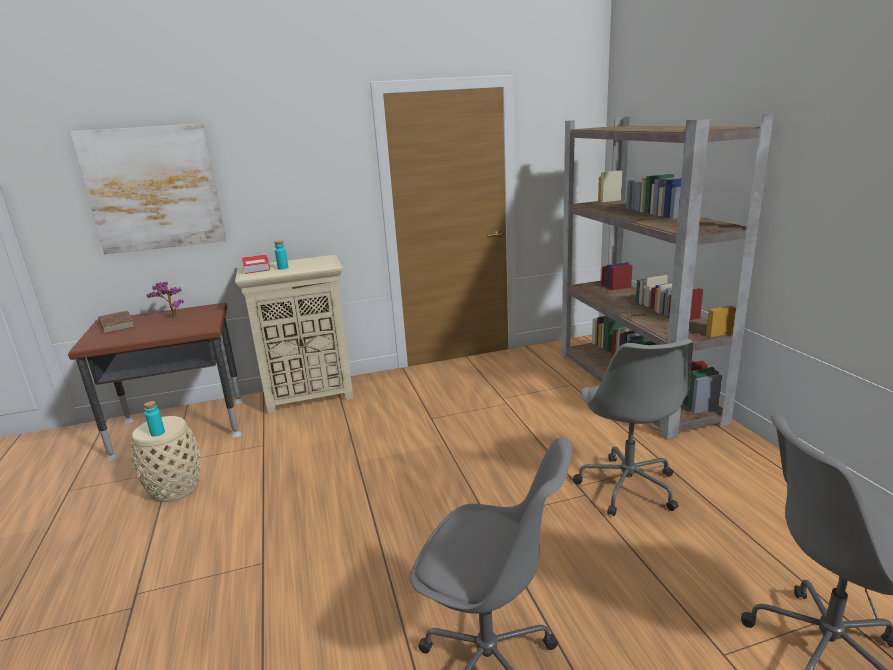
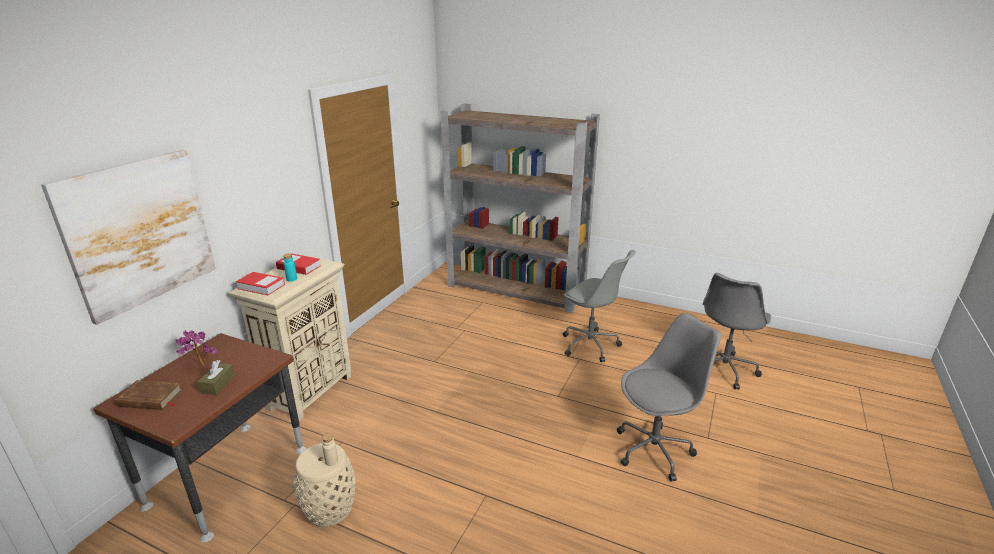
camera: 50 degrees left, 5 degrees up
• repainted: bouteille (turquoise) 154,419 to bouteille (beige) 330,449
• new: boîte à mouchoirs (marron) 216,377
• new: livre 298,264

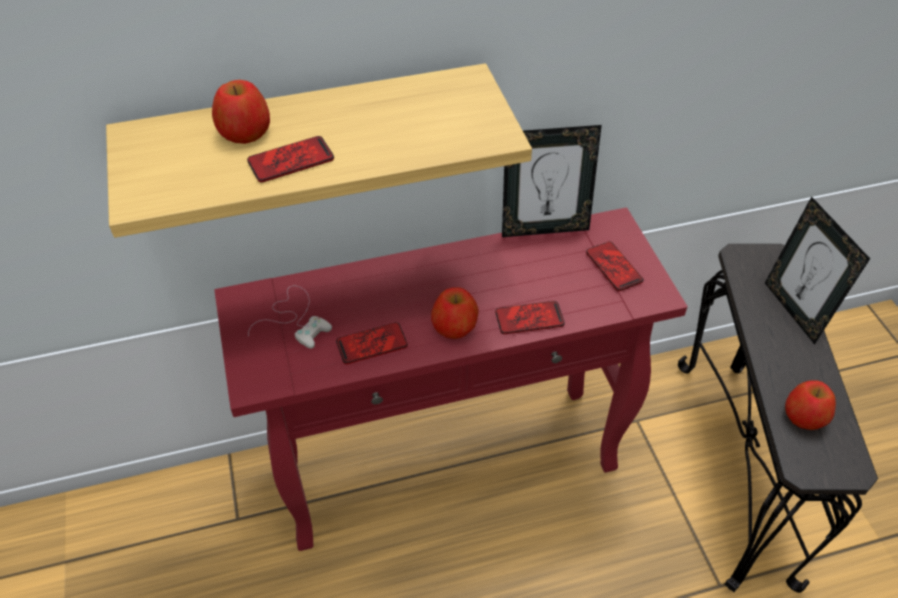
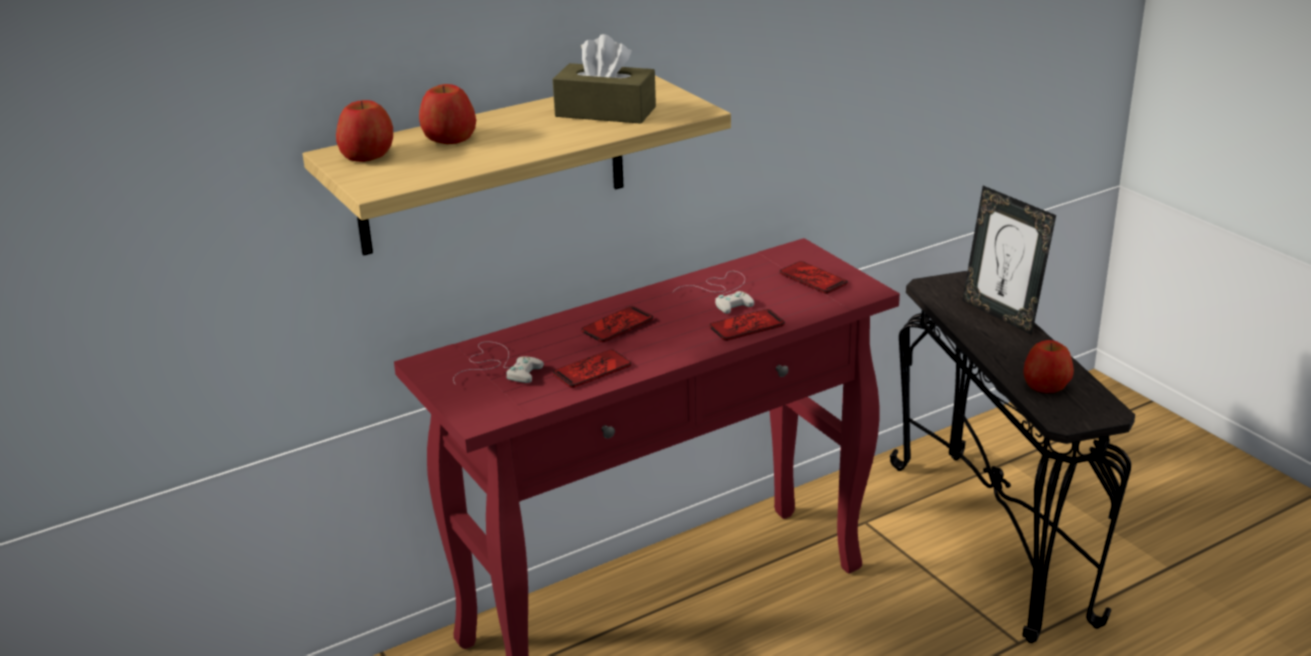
camera: 15 degrees left, 20 degrees down
• shifted: téléphone 290,159 to 617,324
• shifted: pomme 455,313 to 364,131
• gone: cadre photo 552,181
• new: boîte à mouchoirs (marron) 604,79
• new: manette (blanc) 713,292

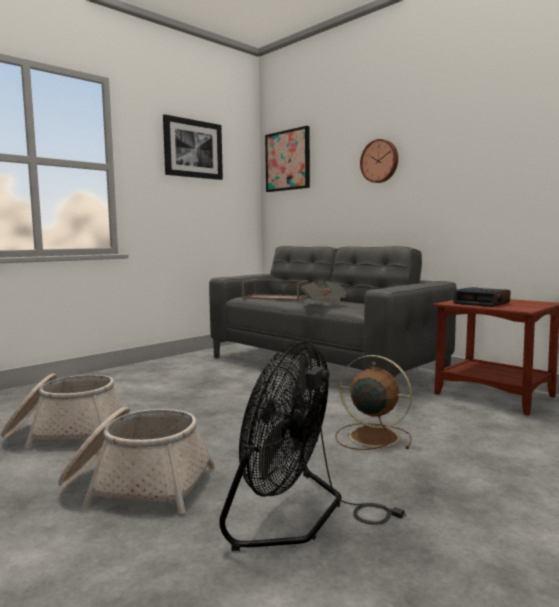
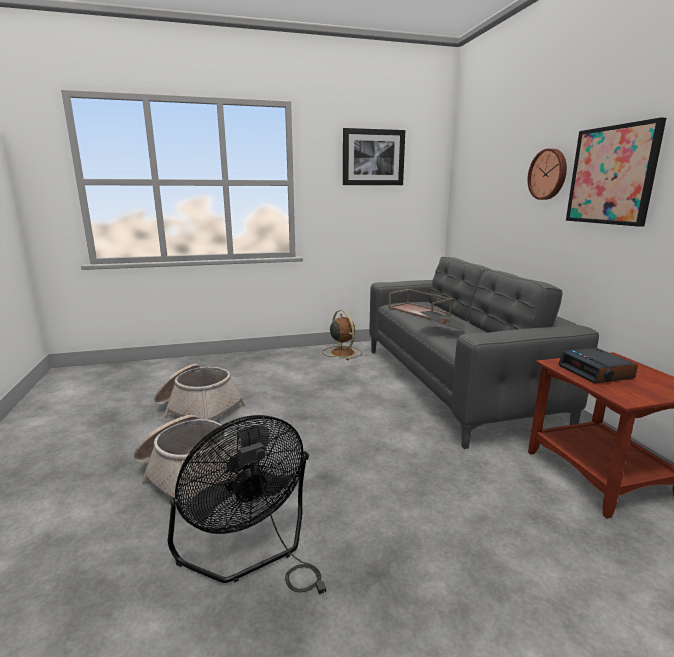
camera: 30 degrees right, 10 degrees up
• shifted: tableau 287,159 to 616,172
• shifted: ventilateur (marron) 373,402 to 342,335

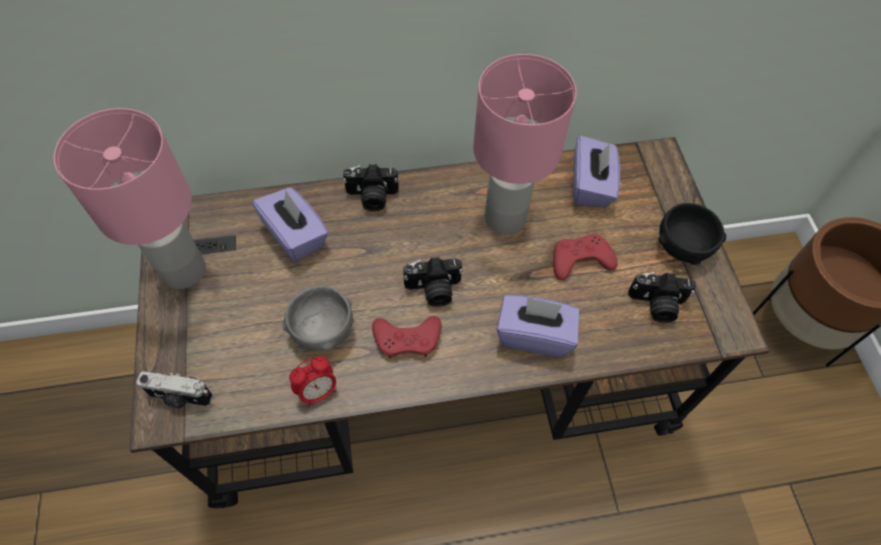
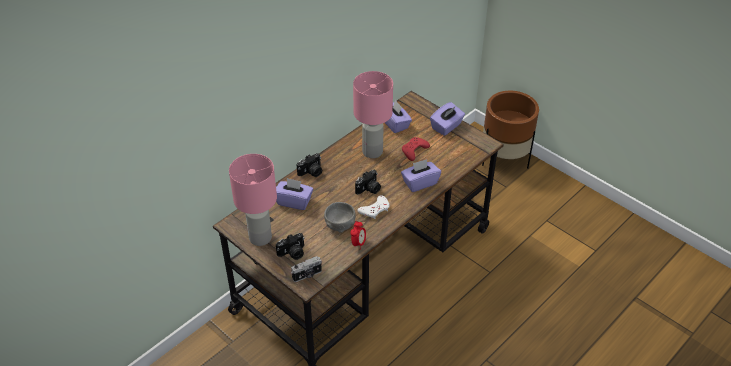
camera: 35 degrees left, 15 degrees down
• repainted: manette (rouge) 406,337 to manette (blanc) 373,207
• shifted: appareil photo 662,297 to 290,246
• swapped: bol (noir) 692,234 to boîte à mouchoirs (violet) 447,119

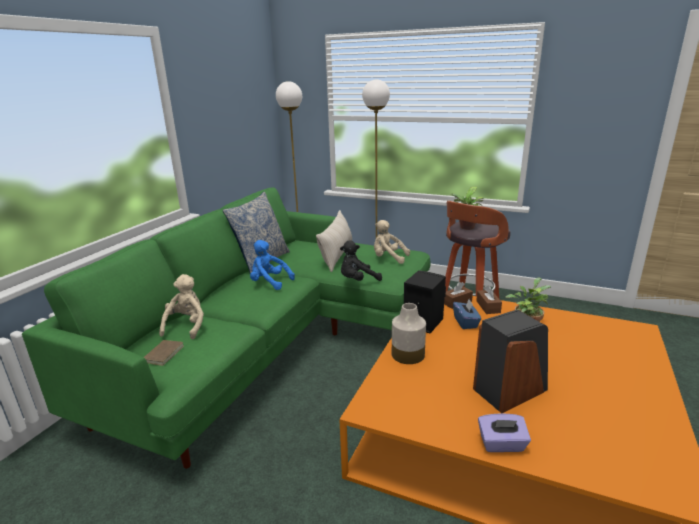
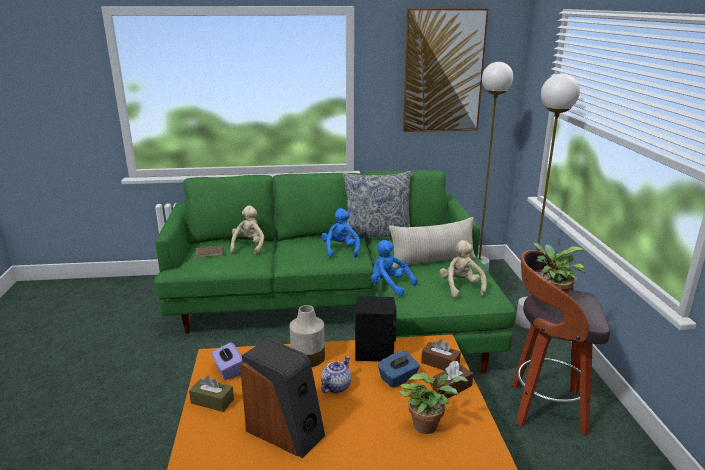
camera: 60 degrees right, 0 degrees up
• rotated: peluche (beige) 181,306 = 247,230 60 degrees counterclockwise
• repainted: peluche (noir) 361,260 to peluche (bleu) 394,268
• shifted: boîte à mouchoirs (violet) 504,432 to 227,361
• new: boîte à mouchoirs (marron) 211,394
• new: théière 336,374
• new: tableau 446,70

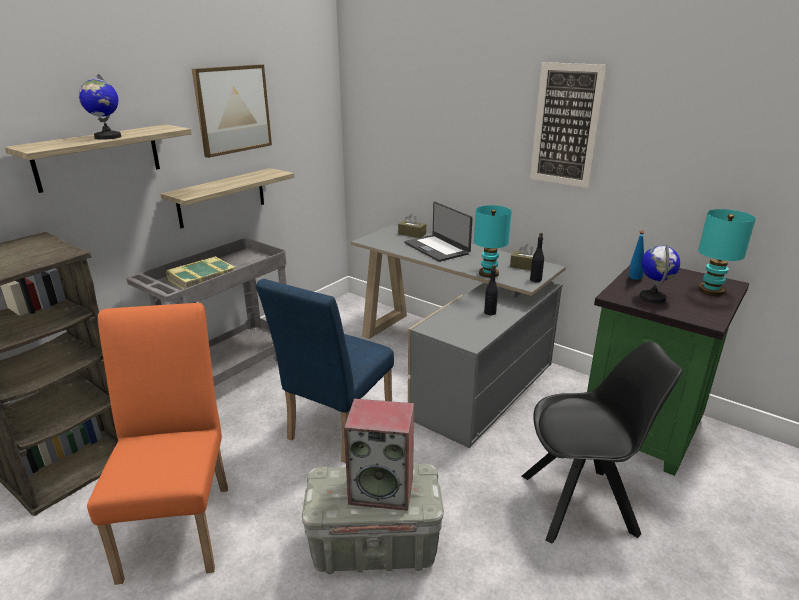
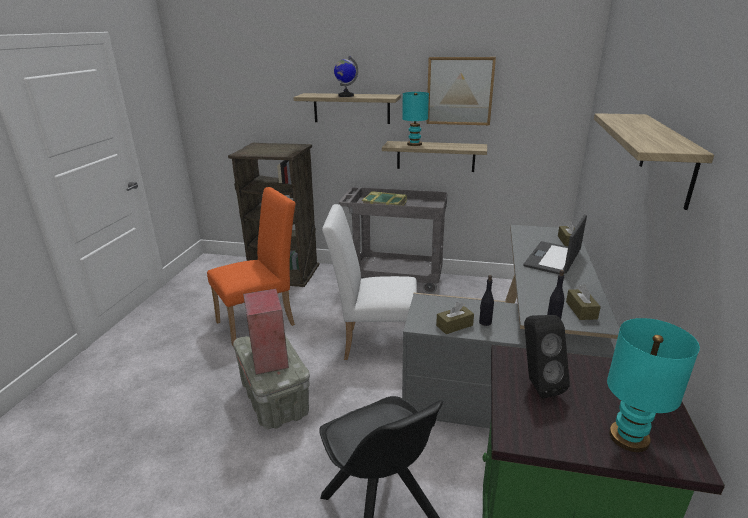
camera: 65 degrees right, 0 degrees up
• repainted: chaise (bleu) 325,371 to chaise (blanc) 369,282
• shifted: lampe de table (turquoise) 493,241 to 415,119
• swapped: tableau 568,125 to étagère 654,161
• gone: bouteille (bleu) 636,255
• swapped: globe 659,274 to enceinte (noir) 547,357
• new: boîte à mouchoirs (marron) 455,318

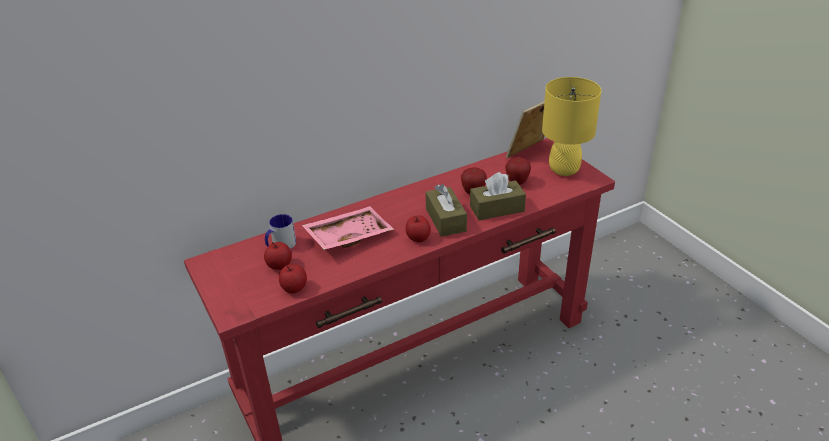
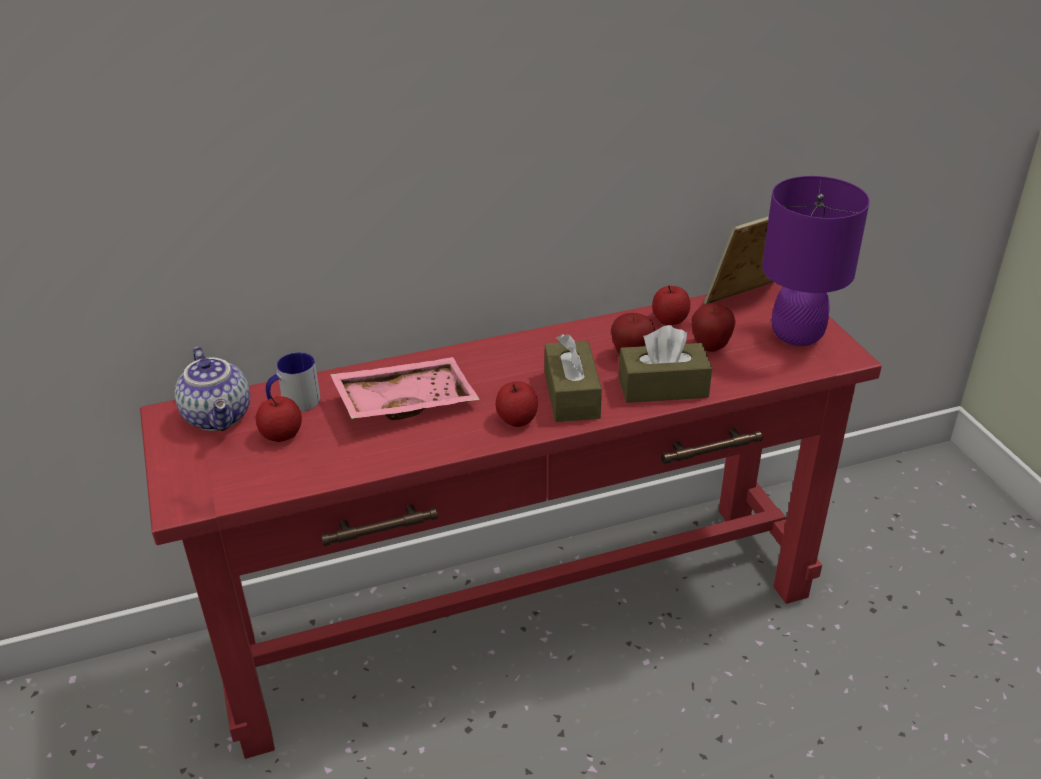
camera: 10 degrees right, 0 degrees up
• shifted: pomme 293,279 to 671,305
• repainted: lampe de table (jaune) 571,126 to lampe de table (violet) 816,261
• new: théière 212,389

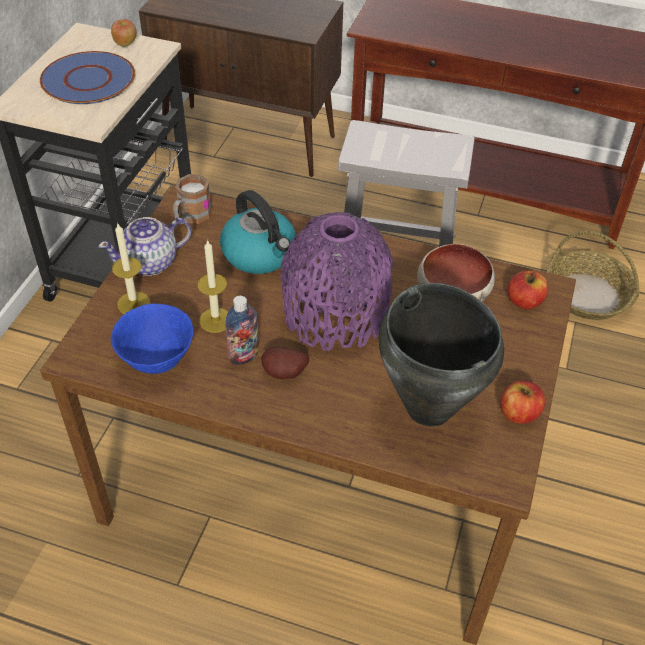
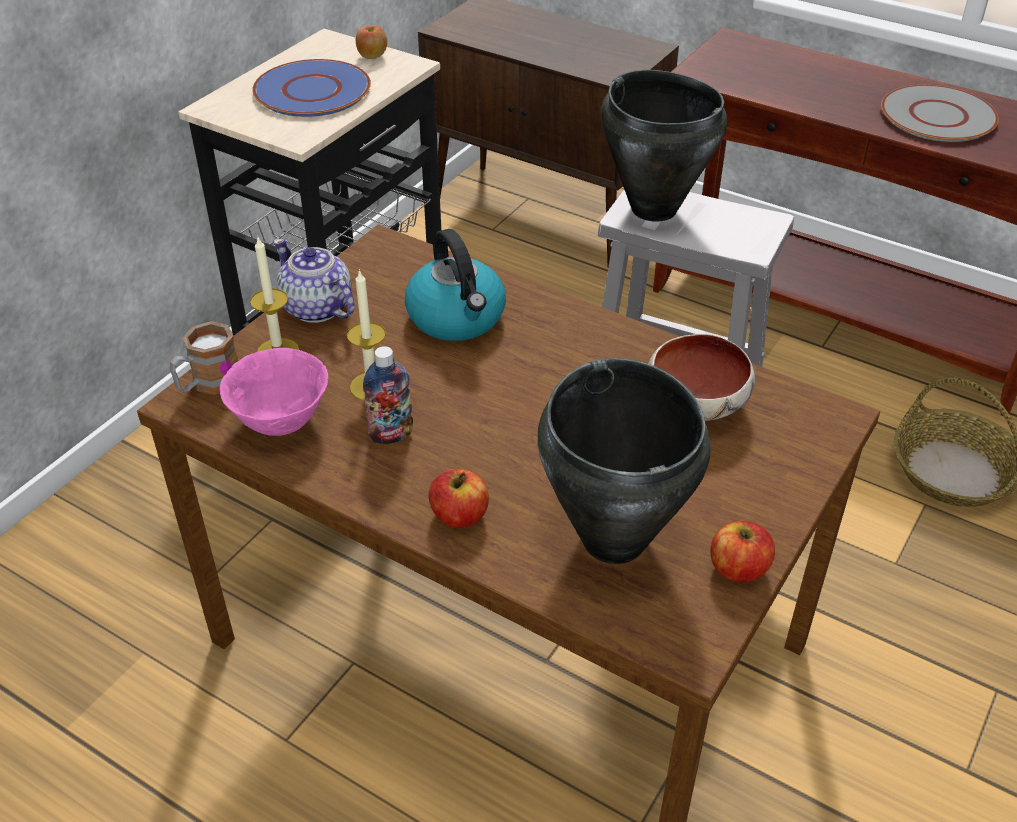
camera: 15 degrees right, 5 degrees down
• rotated: théière 144,246 = 314,281 60 degrees clockwise
• repainted: bol (bleu) 152,339 to bol (rose) 274,392
• shifted: mug 192,199 to 204,358
• gone: pomme de terre 285,363
• gone: vase (violet) 337,281
• shifted: pomme 528,290 to 459,498
• new: marmite (noir) 664,146
• new: assiette (gris) 940,113

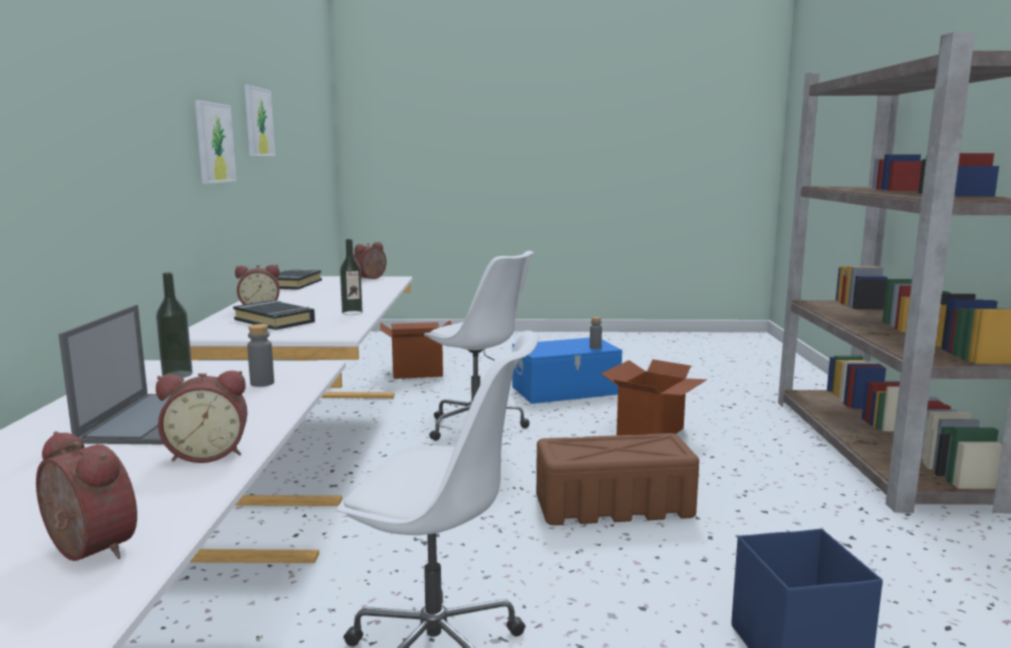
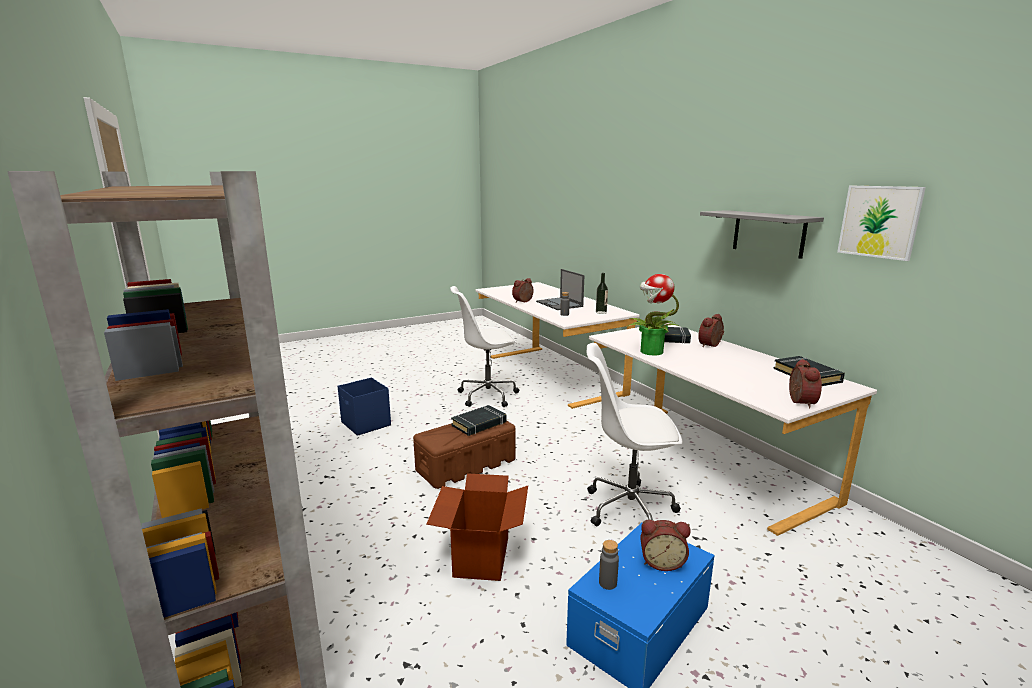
camera: 150 degrees right, 5 degrees up
• shifted: réveil 86,496 to 665,545
• swapped: tableau 215,142 to étagère (gris) 762,234
• swapped: bouteille 351,277 to plante en pot 653,315
• gone: carton 416,349
• new: livre (noir) 479,420

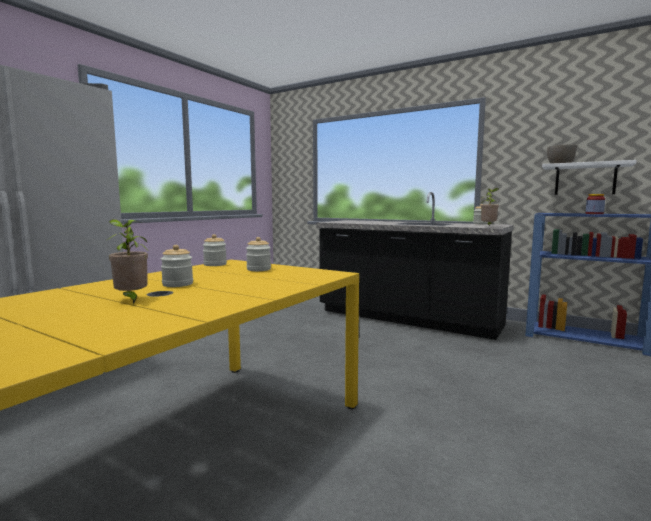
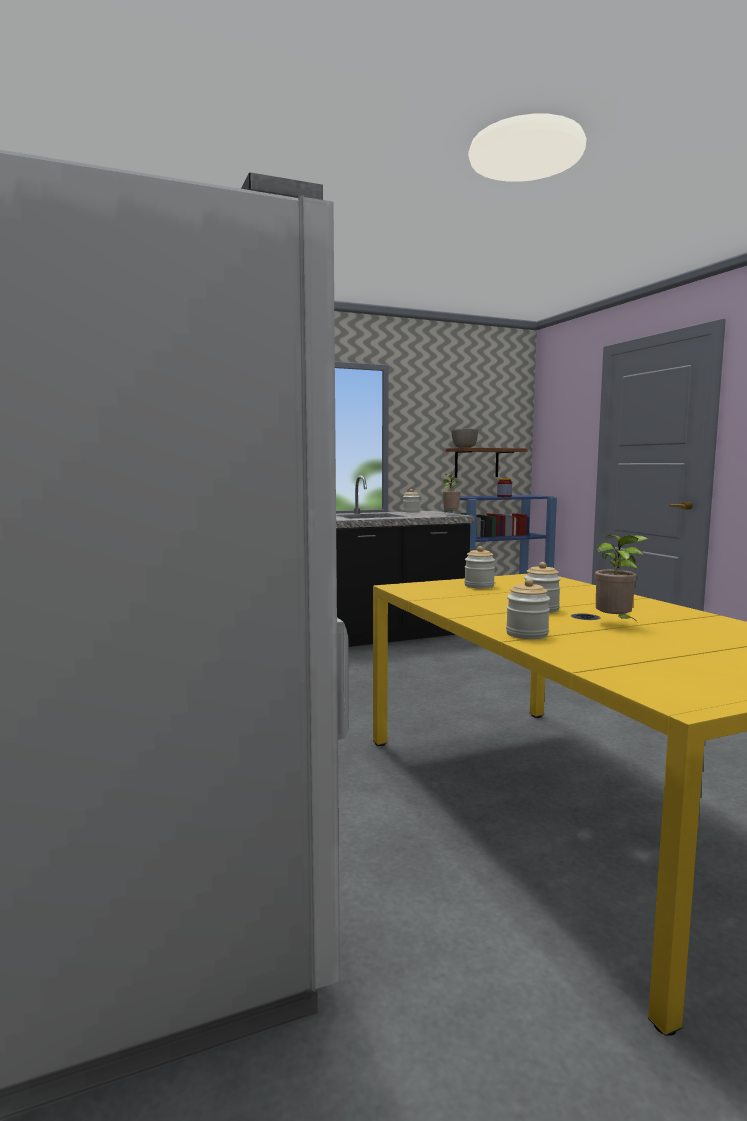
camera: 55 degrees left, 0 degrees up
• shifted: bocal 215,250 to 528,609
• repainted: étagère (blanc) 589,177 to étagère (marron) 487,463

